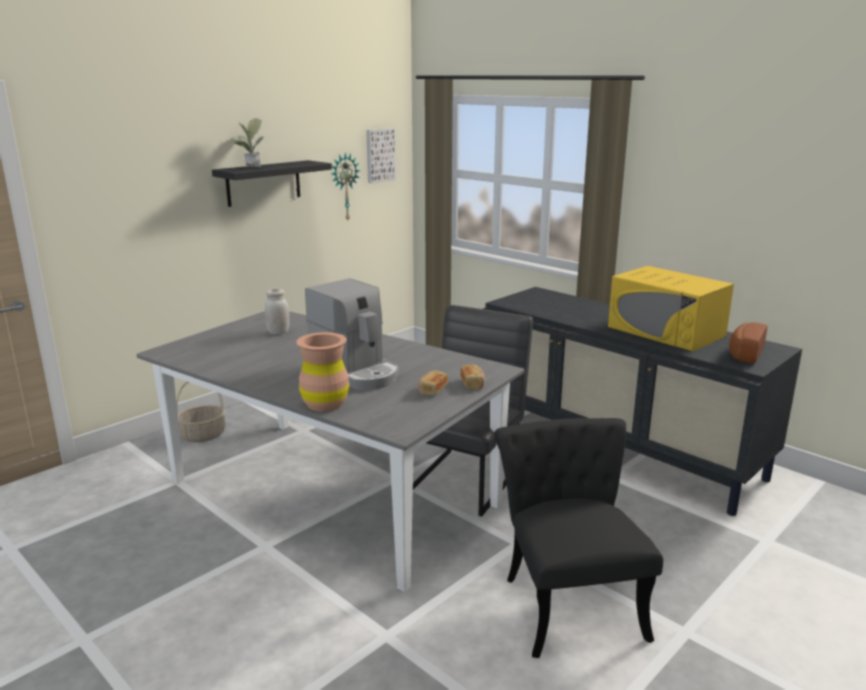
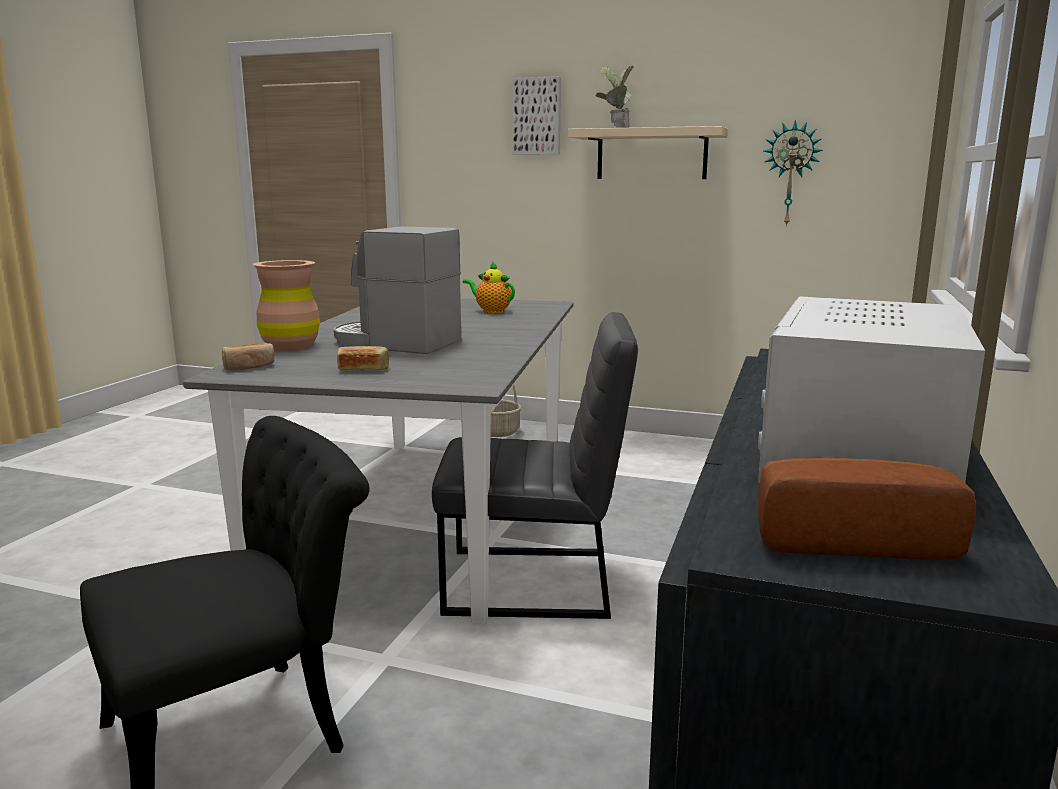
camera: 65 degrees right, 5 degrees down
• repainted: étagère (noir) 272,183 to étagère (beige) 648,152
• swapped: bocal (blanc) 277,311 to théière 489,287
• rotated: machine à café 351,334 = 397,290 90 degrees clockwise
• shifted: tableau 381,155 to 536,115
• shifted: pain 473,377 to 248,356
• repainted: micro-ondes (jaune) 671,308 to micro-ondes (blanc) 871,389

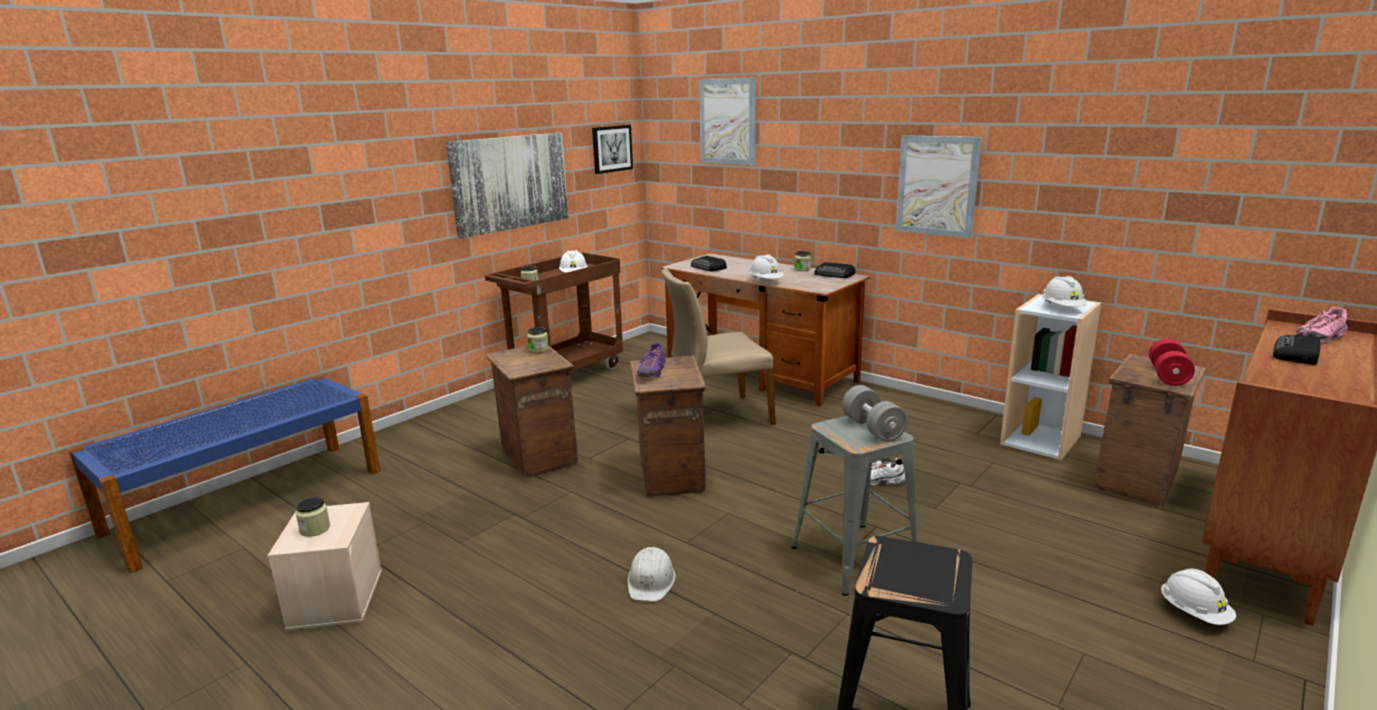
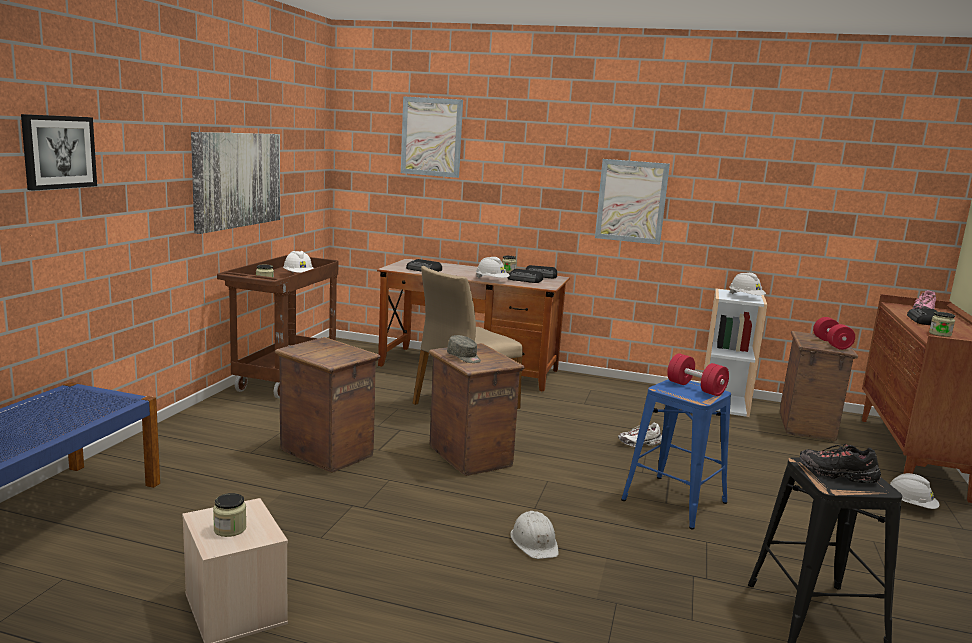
camera: 25 degrees left, 5 degrees down
• shifted: bocal 538,340 to 942,324
• shifted: tableau 612,149 to 59,152
• swapped: chaussure (violet) 651,360 to casquette (gris) 464,349
• repainted: tabouret (gris) 854,506 to tabouret (bleu) 676,454
• repainted: haltère (gris) 875,413 to haltère (rouge) 698,374
• new: radio 525,276
• new: chaussure (noir) 840,463

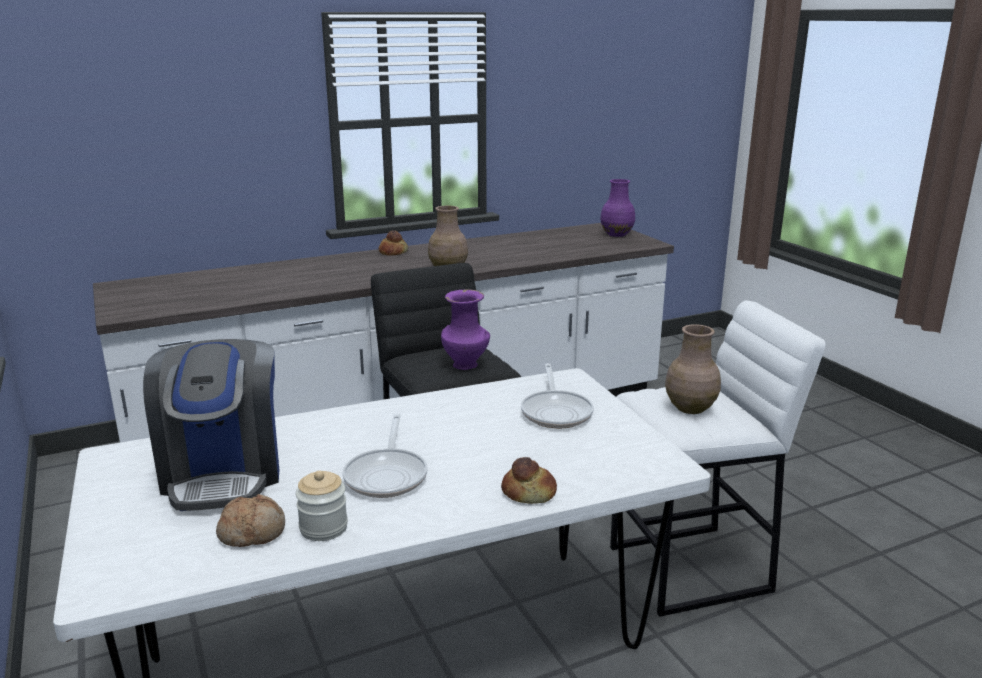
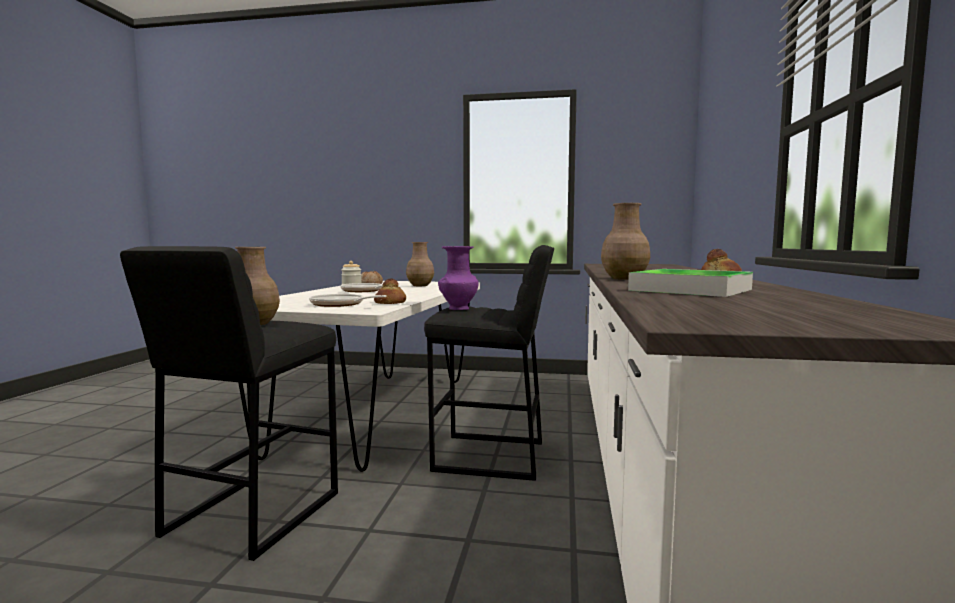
camera: 125 degrees right, 15 degrees down
• swapped: machine à café 211,425 to vase (marron) 420,264
• shifted: pain 529,480 to 390,291
• gone: vase (violet) 617,208
• repainted: tabouret (blanc) 717,458 to tabouret (noir) 229,403
• new: plateau 690,283

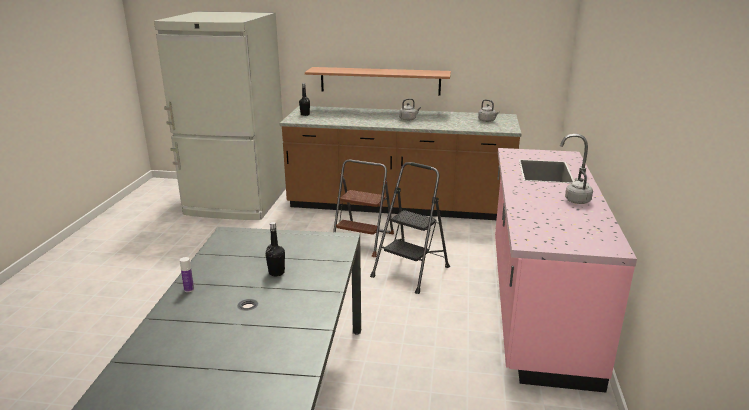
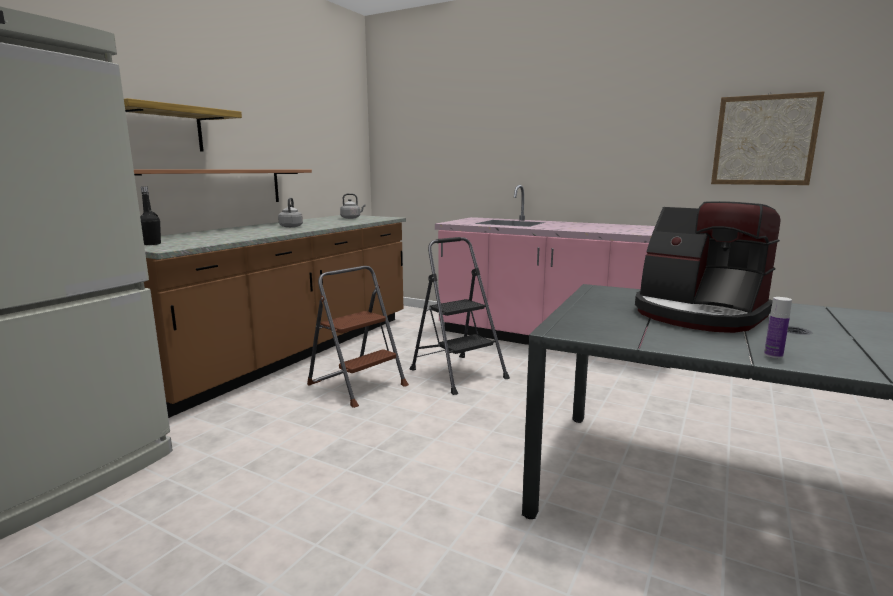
camera: 70 degrees left, 10 degrees down
• swapped: bouteille (noir) 275,249 to machine à café 707,267
• gone: bouilloire (gris) 579,187
• new: étagère 183,125
• new: tableau 767,138

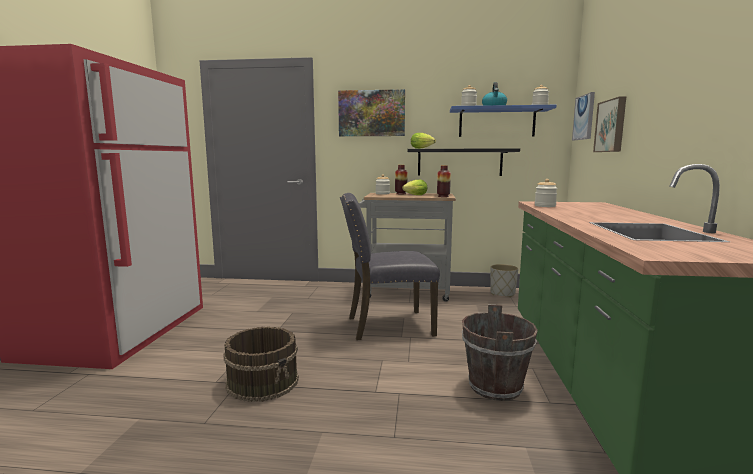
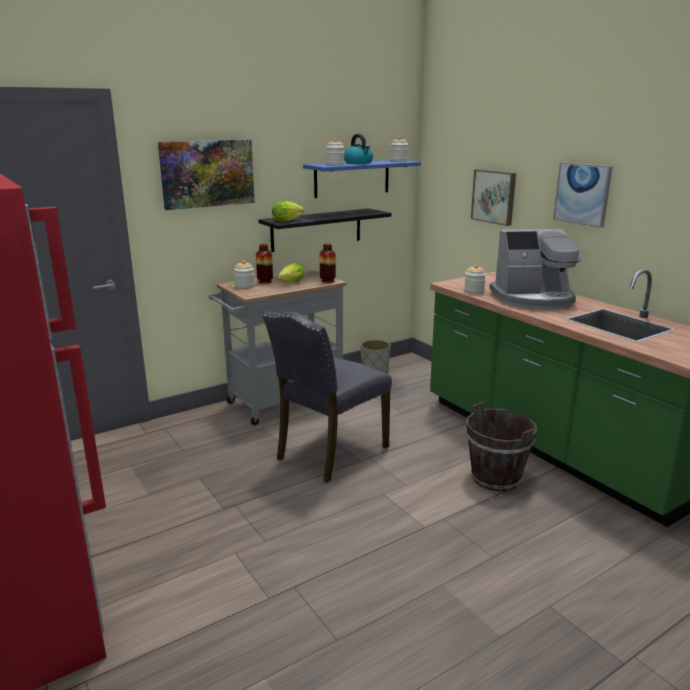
camera: 40 degrees left, 10 degrees up
• gone: seau (marron) 261,364
• shifted: tableau 583,116 to 583,195
• new: machine à café 535,269

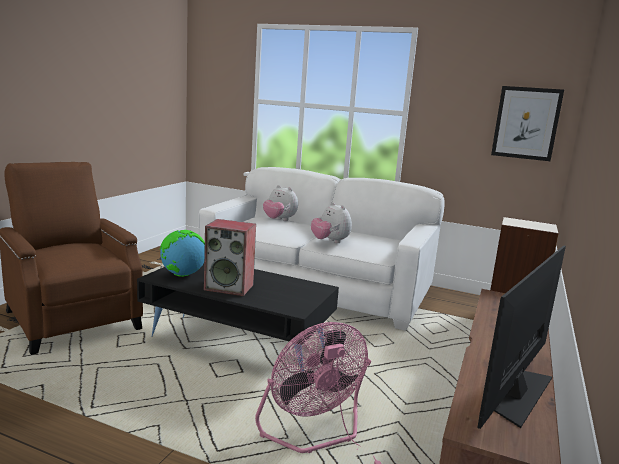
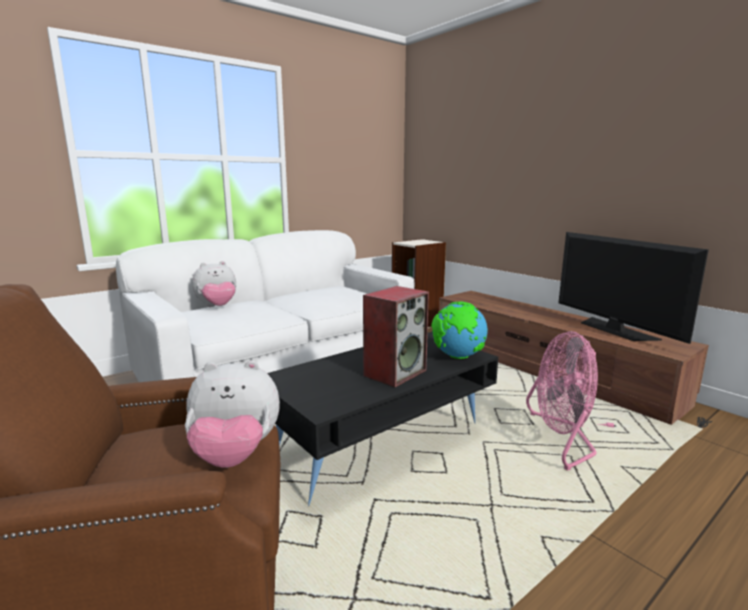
camera: 60 degrees left, 0 degrees up
• shifted: globe 182,253 to 459,330
• shifted: peluche 331,222 to 232,414
• gone: tableau 527,123

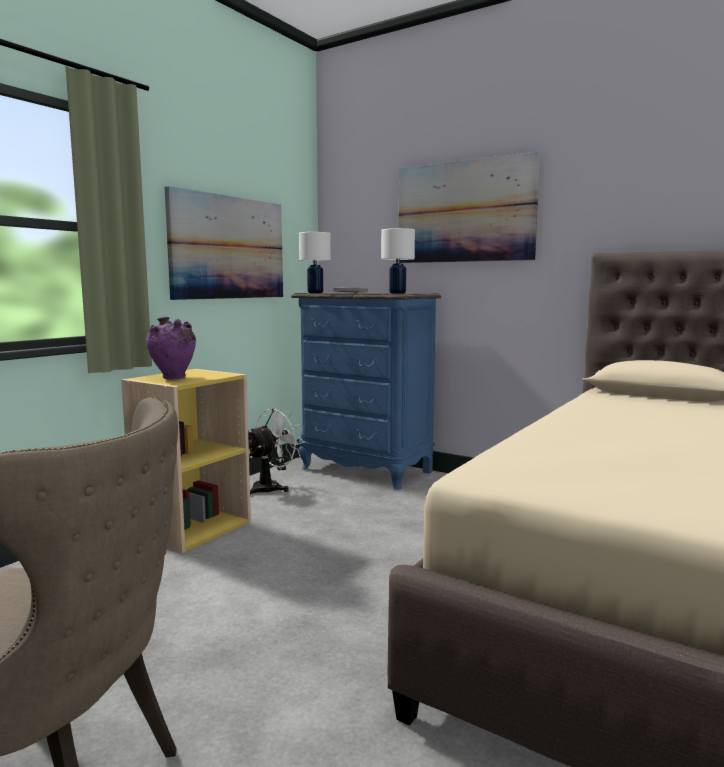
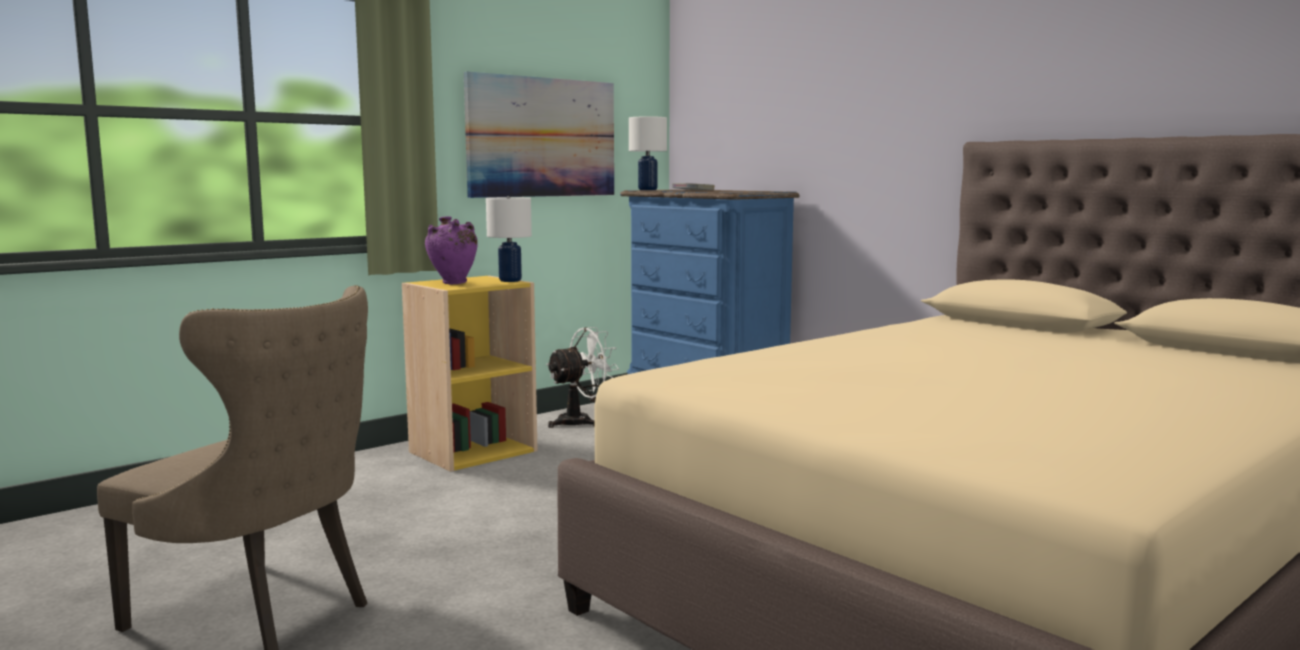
camera: 15 degrees right, 0 degrees up
• shifted: lampe de table (blanc) 398,261 to 509,239
• gone: tableau 469,207

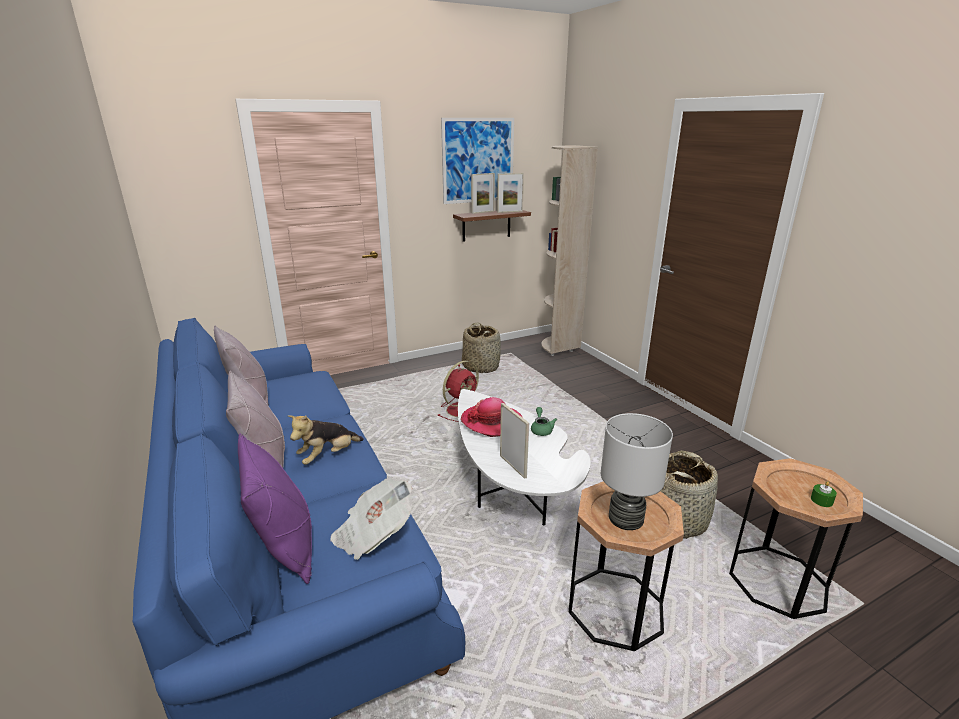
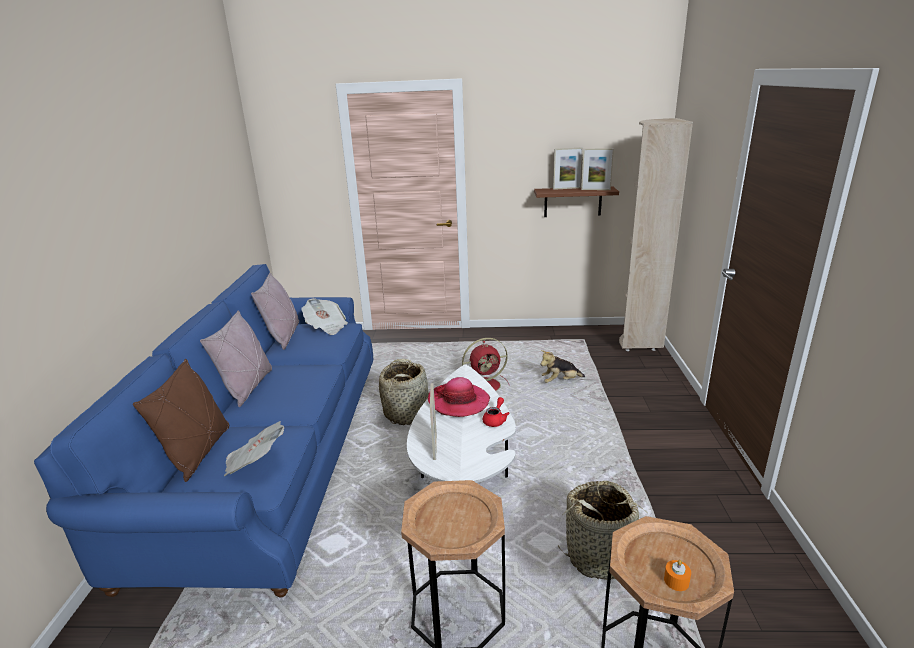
camera: 30 degrees right, 0 degrees up
• repainted: coussin (violet) 275,508 to coussin (marron) 181,420
• shifted: peluche 326,440 to 563,366
• gone: tableau 477,161
• shifted: panier 481,347 to 404,392
• repainted: théière (vert) 544,421 to théière (rouge) 496,412
• gone: lampe de table (gris) 637,471
• repainted: bougie (vert) 824,494 to bougie (orange) 677,575
• new: journal 324,316

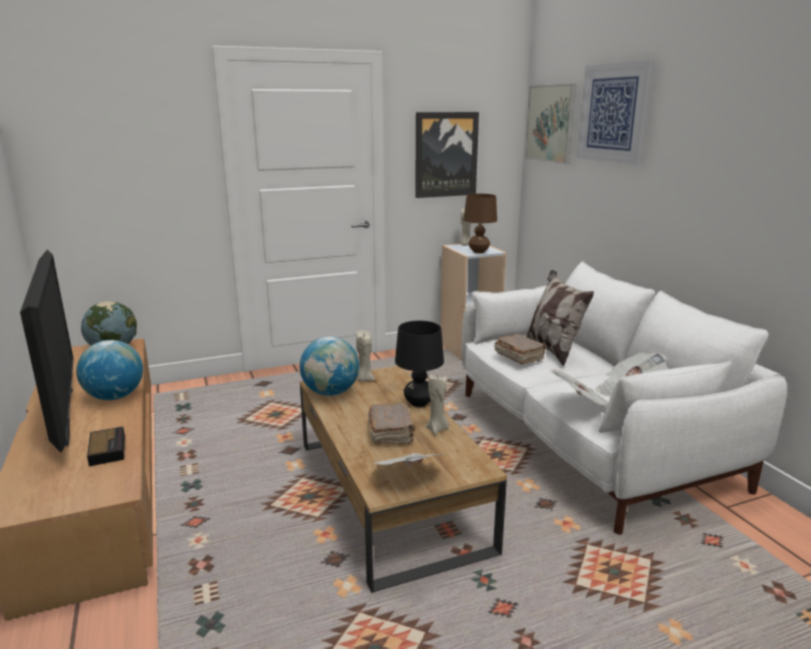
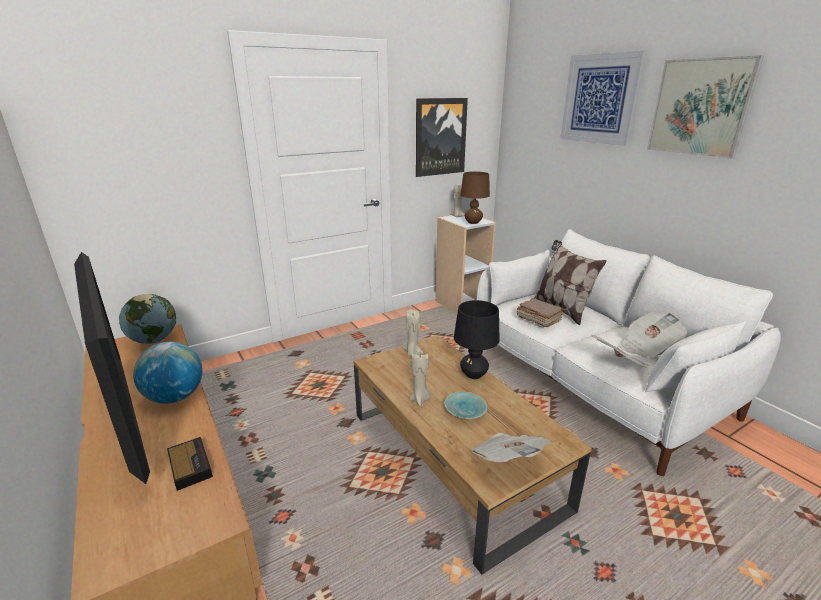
camera: 10 degrees left, 5 degrees up
• gone: globe 329,366
• swapped: livre (marron) 391,424 to bol (turquoise) 466,405
• shifted: bougie (beige) 437,404 to 420,379
• shifted: tableau 550,124 to 705,107

